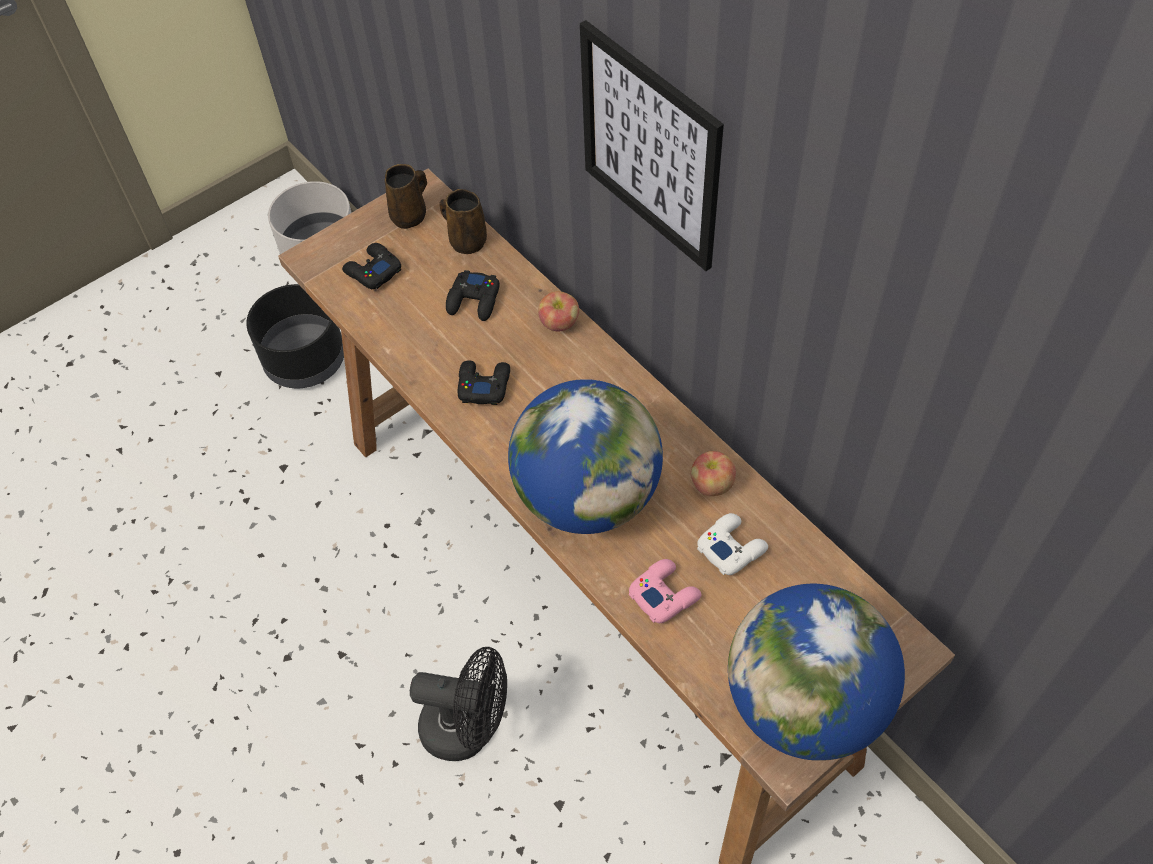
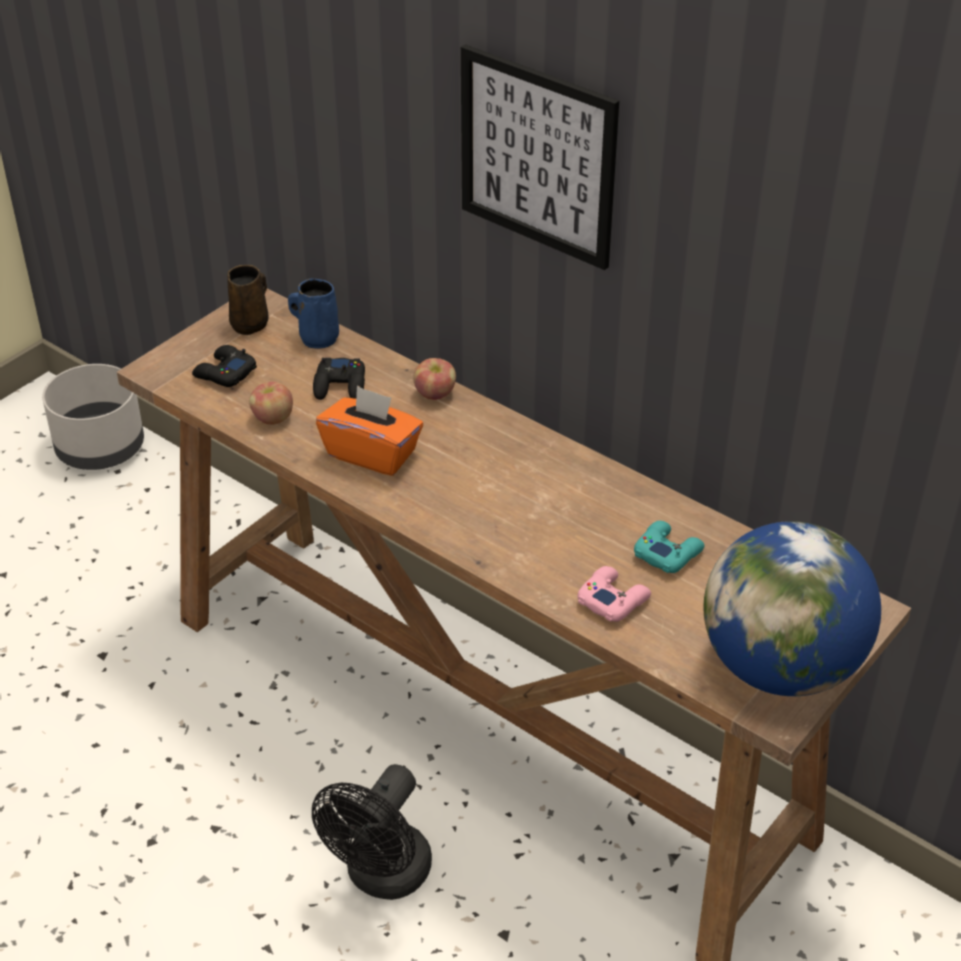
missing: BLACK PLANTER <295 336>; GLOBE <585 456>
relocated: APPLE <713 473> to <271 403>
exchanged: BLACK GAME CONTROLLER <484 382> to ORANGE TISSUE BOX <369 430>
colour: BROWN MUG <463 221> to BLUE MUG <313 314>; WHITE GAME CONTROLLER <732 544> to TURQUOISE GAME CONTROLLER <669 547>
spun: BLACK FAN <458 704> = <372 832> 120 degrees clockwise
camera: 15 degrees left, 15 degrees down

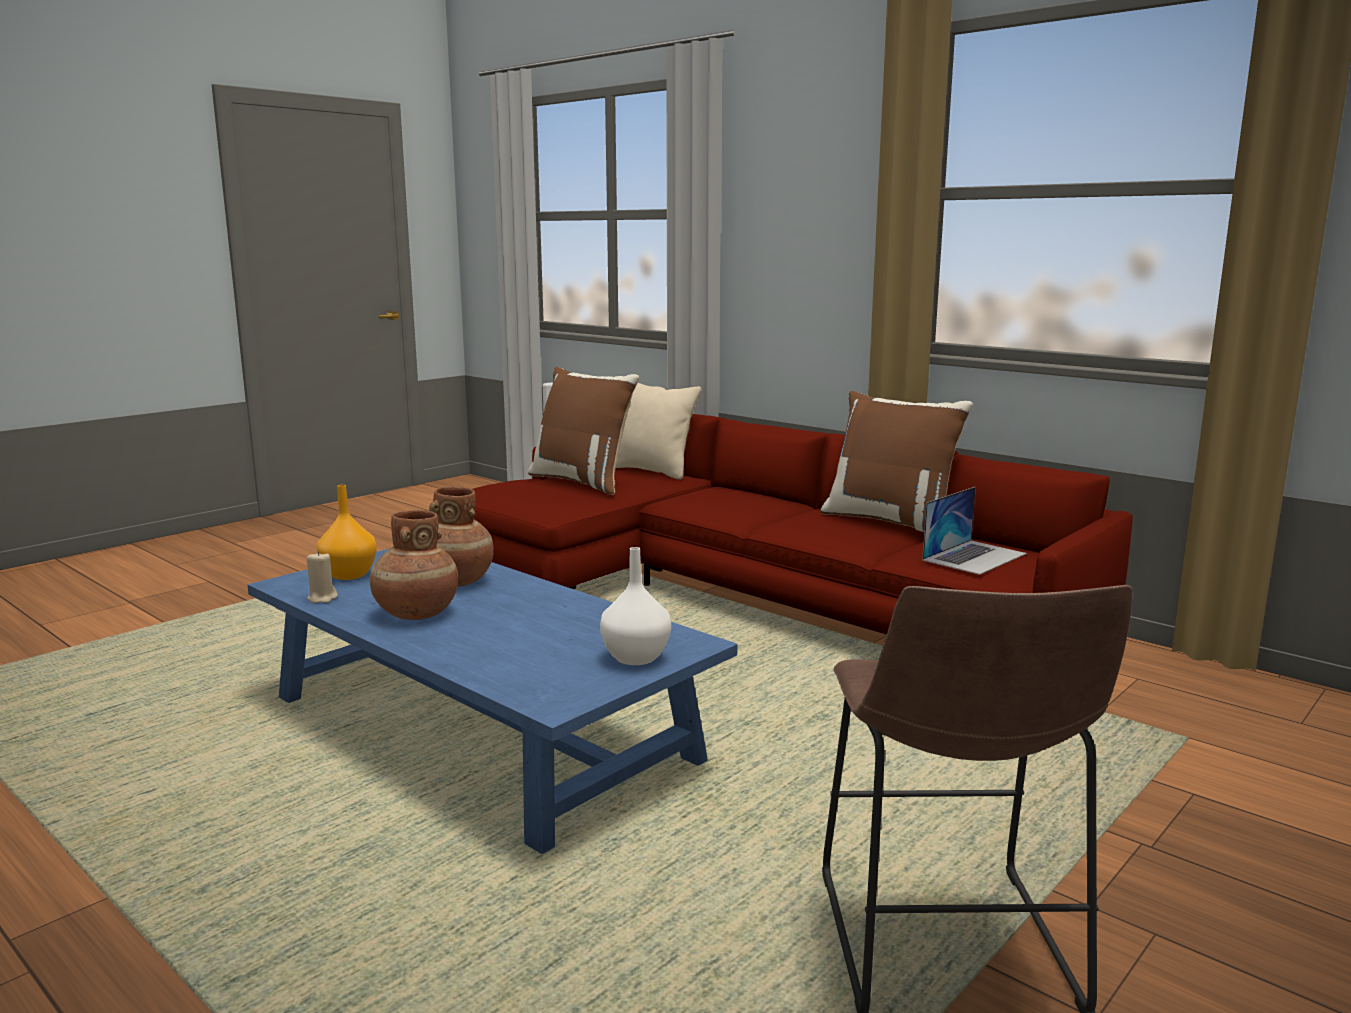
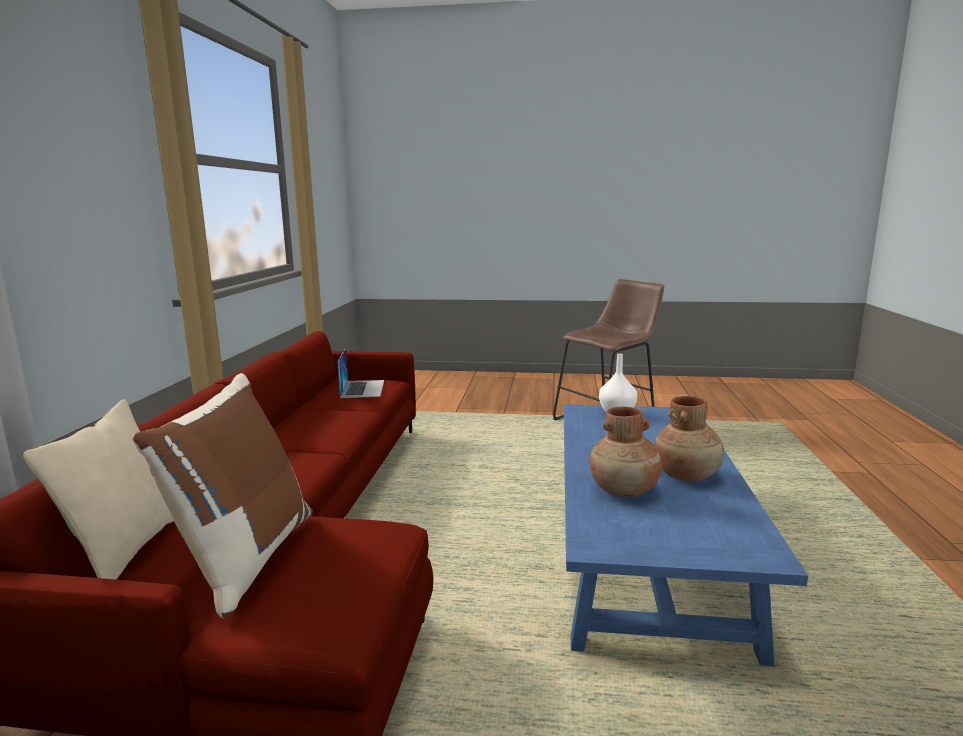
missing: BEIGE CANDLE <322 577>; ORANGE VASE <347 532>; BROWN PILLOW <896 461>
spun: LAPTOP <974 531> = <361 373> 75 degrees clockwise
camera: 125 degrees left, 0 degrees up

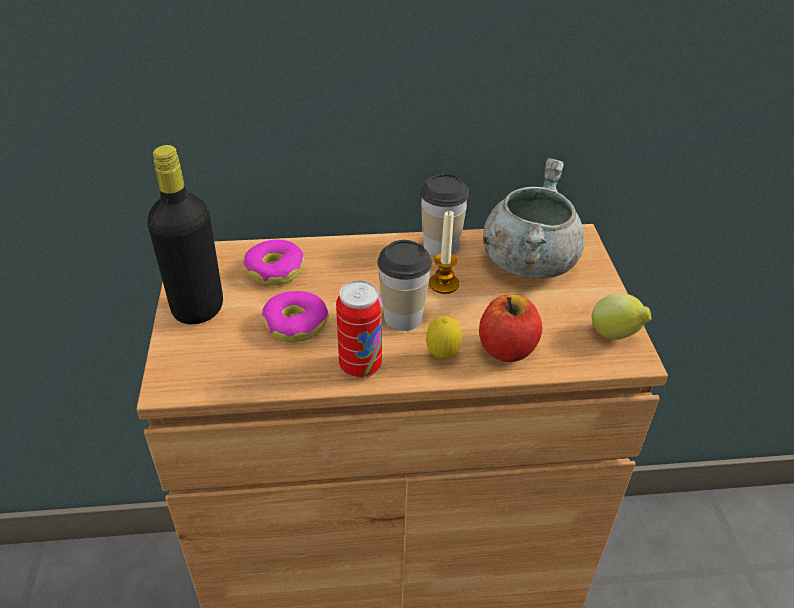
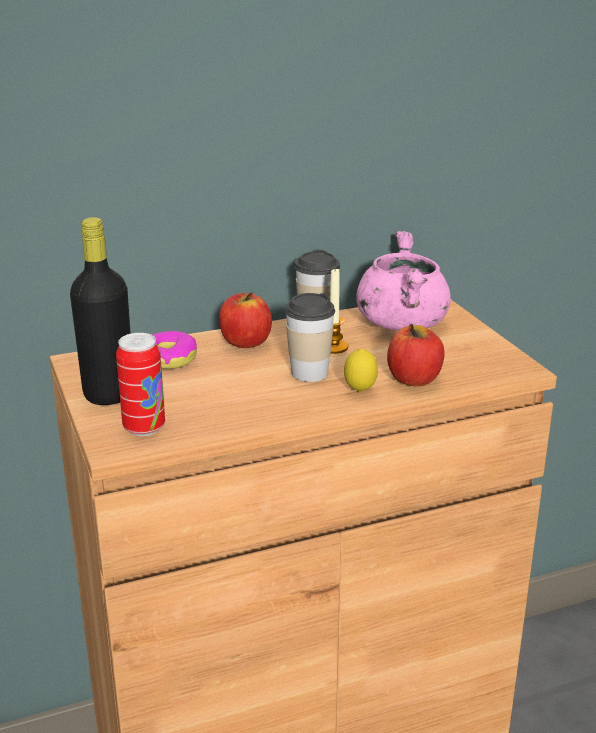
missing: DONUT <295 316>; LEMON <621 316>
appeared: APPLE <245 320>
relocated: CAN <359 329> to <140 384>
colour: GREY COOKING POT <534 218> to PINK COOKING POT <403 280>
camera: 15 degrees left, 15 degrees down

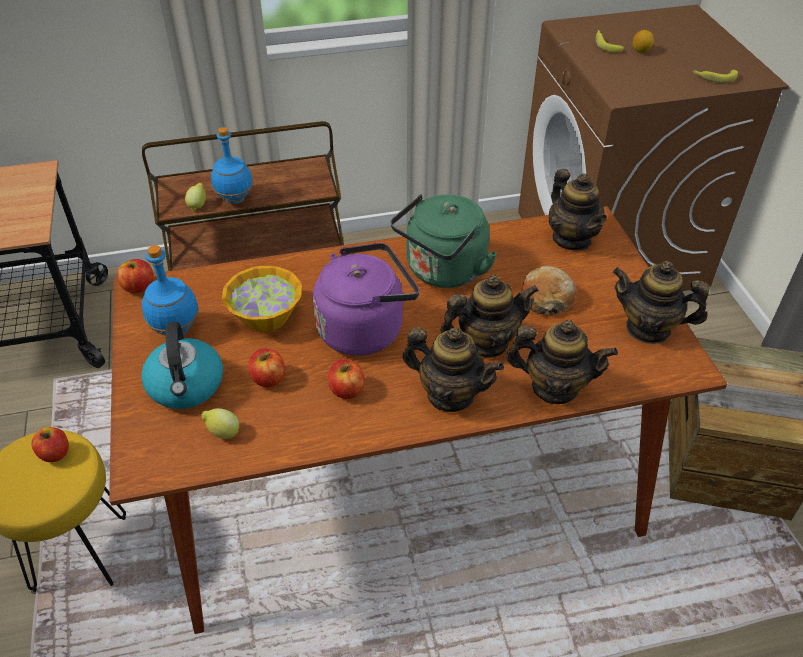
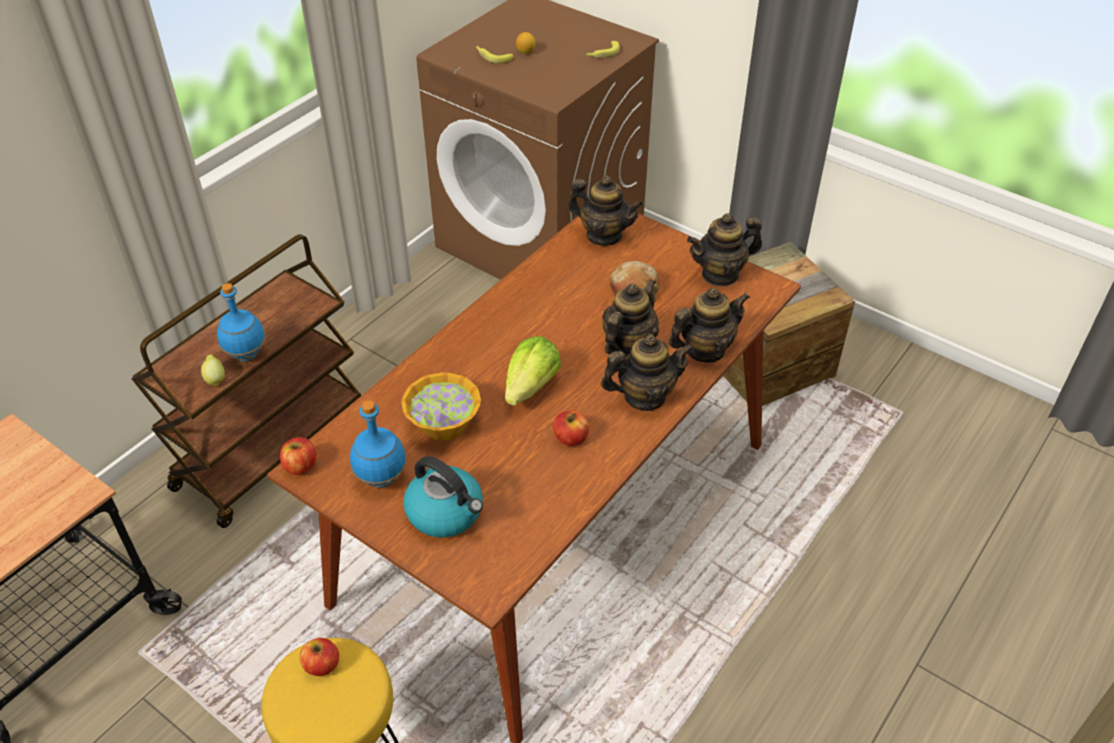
missing: LEMON <220 423>; APPLE <266 367>; GREEN KETTLE <443 241>
exchanged: PURPLE KETTLE <366 299> to LETTUCE <533 371>
camera: 40 degrees left, 0 degrees up

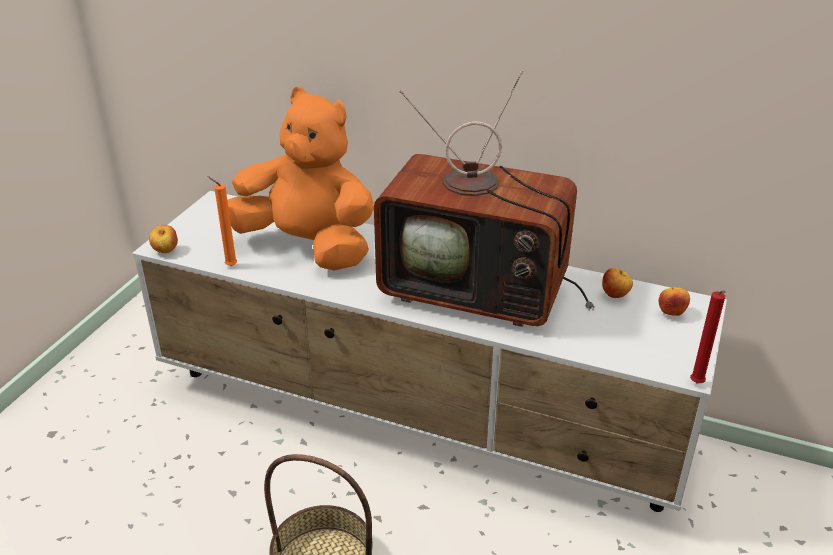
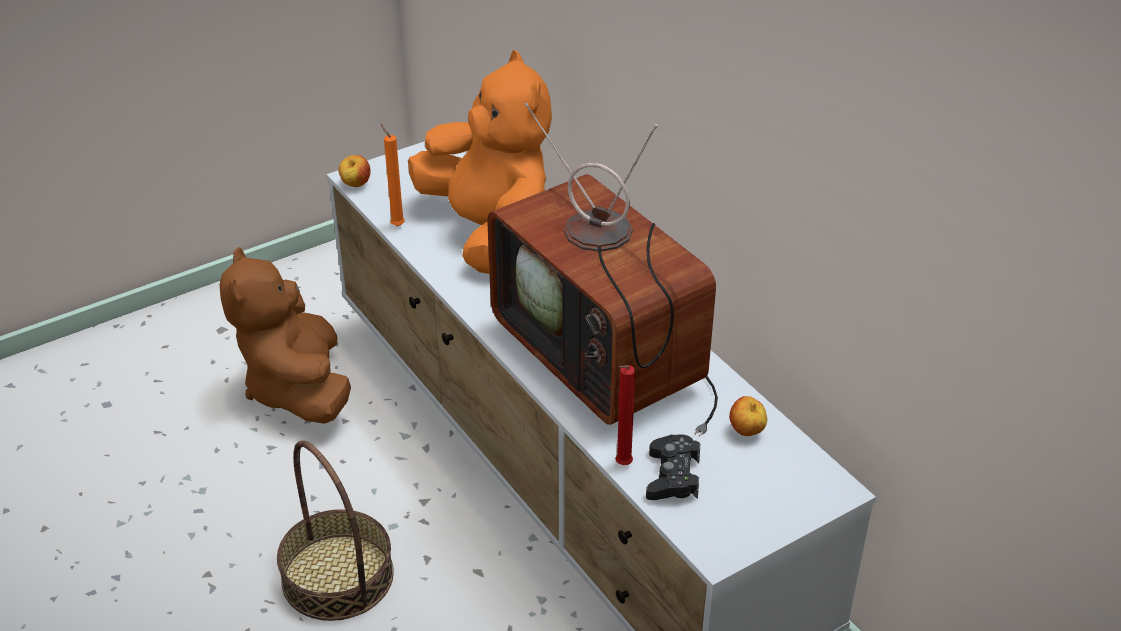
missing: APPLE <674 301>
appeared: BROWN PLUSH TOY <285 335>; BLACK GAME CONTROLLER <673 467>
relocated: RED CANDLE <708 336> to <625 415>
camera: 35 degrees right, 5 degrees up

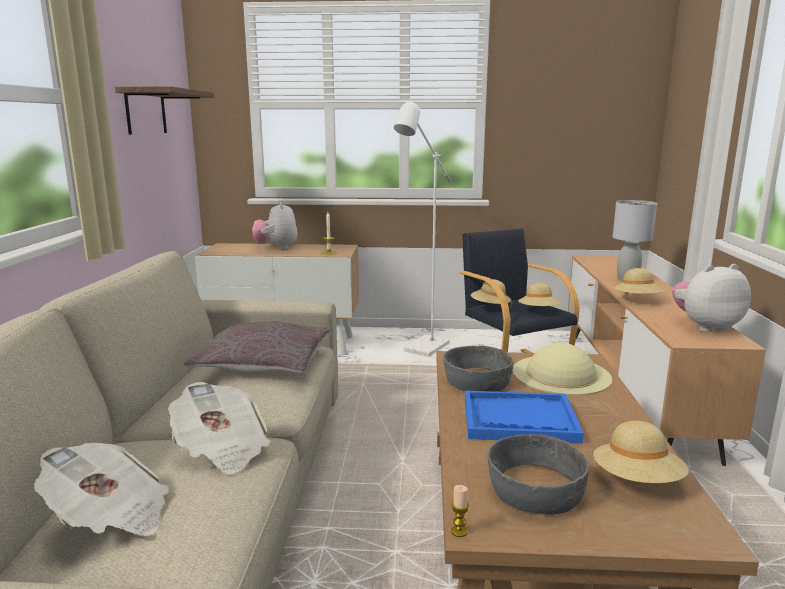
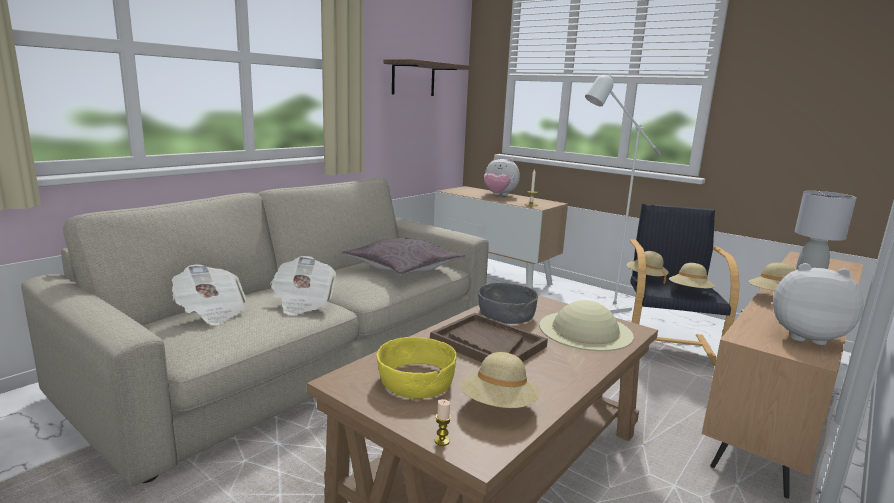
relocated: CANDLE <460 511> to <443 422>
colour: BLUE TRAY <524 417> to BROWN TRAY <489 337>; GREY BOWL <538 474> to YELLOW BOWL <416 368>
spun: PLUSH TOY <275 225> = <502 176> 90 degrees counterclockwise
camera: 35 degrees right, 0 degrees up

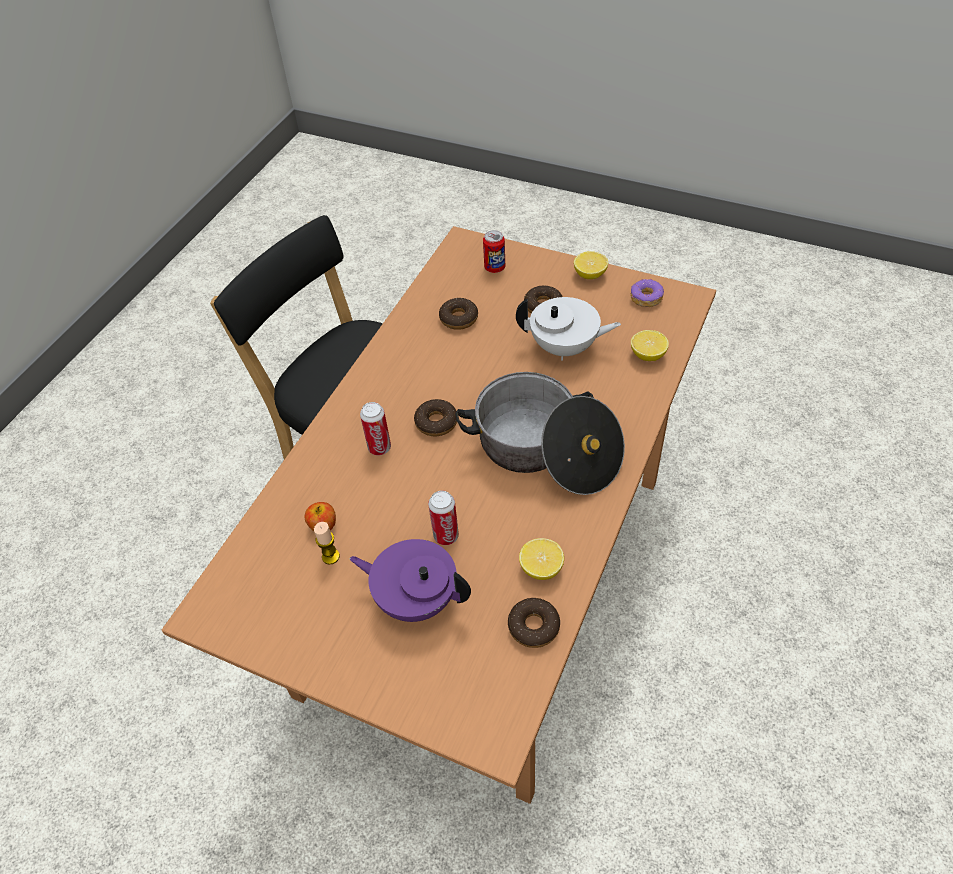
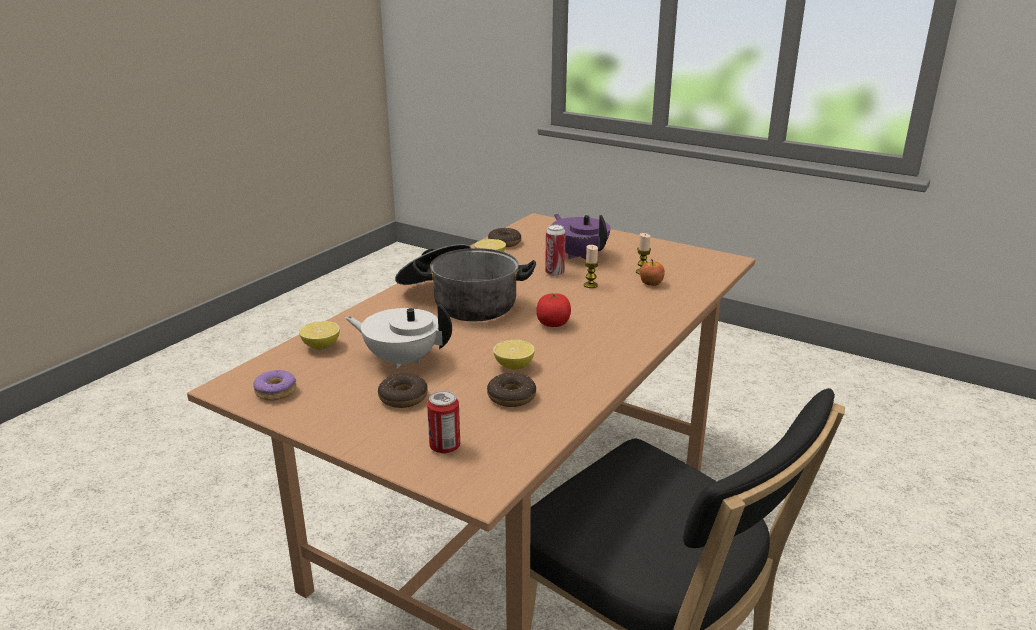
missing: CAN <375 428>
appeared: CANDLE <591 266>
relocated: LEMON <591 265> to <514 355>
exchanged: DONUT <435 417> to TOMATO <553 310>
spun: PURPLE TEAPOT <410 580> = <581 236> 150 degrees counterclockwise
camera: 175 degrees left, 25 degrees down

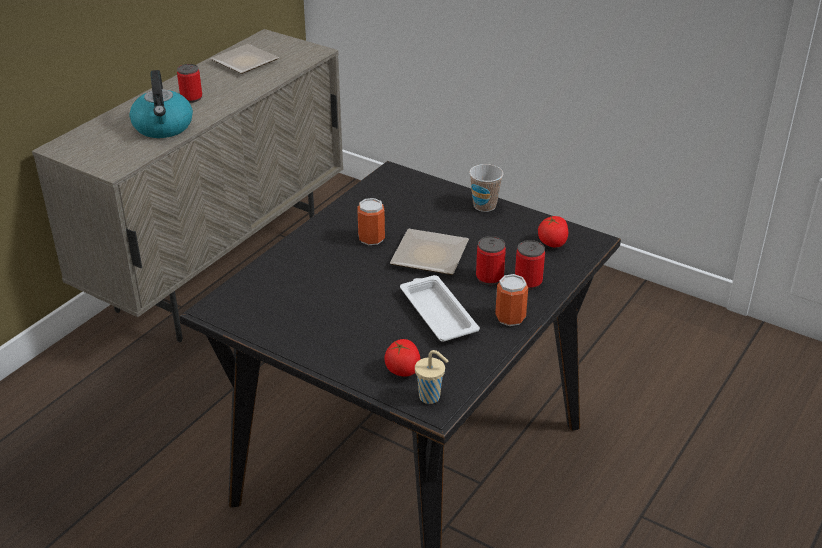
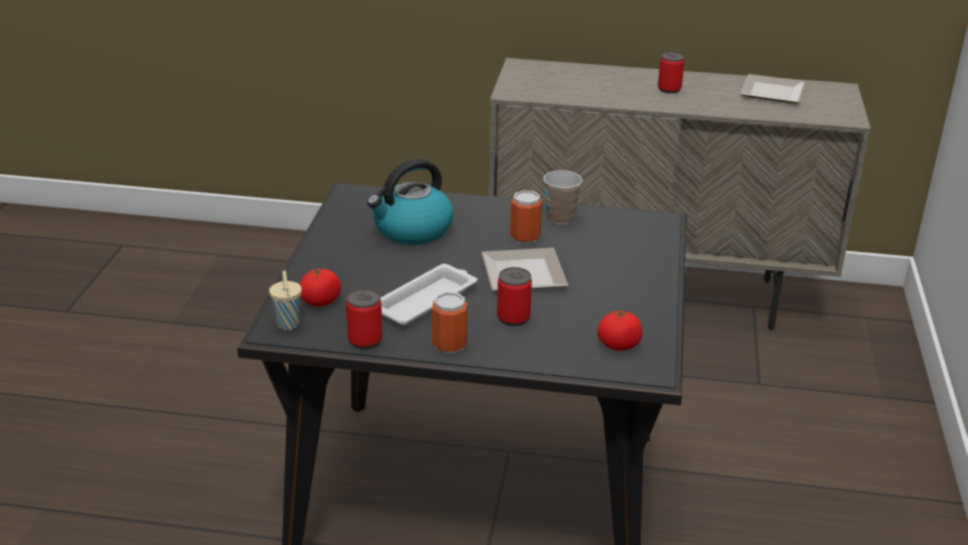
relocated: KETTLE <161 104> to <410 201>; CUP <486 188> to <562 197>; CAN <530 265> to <364 318>
camera: 65 degrees right, 5 degrees down

